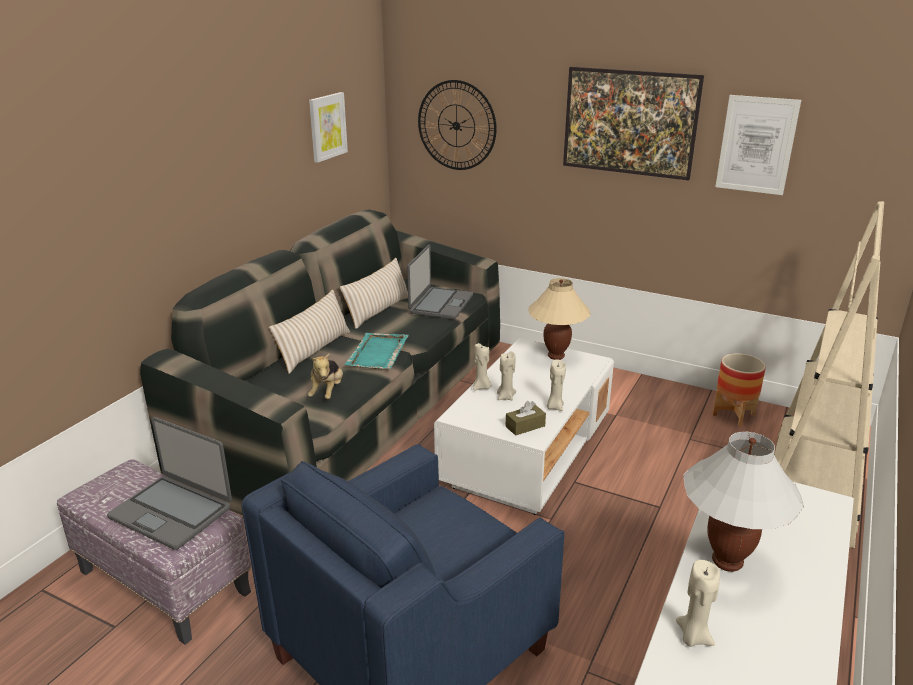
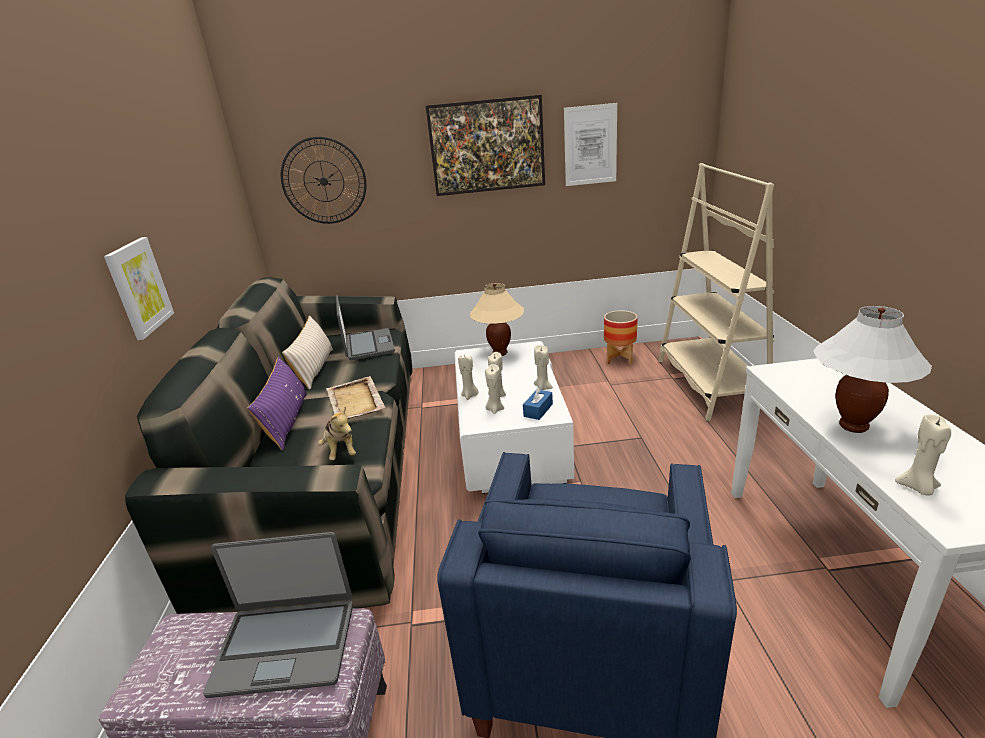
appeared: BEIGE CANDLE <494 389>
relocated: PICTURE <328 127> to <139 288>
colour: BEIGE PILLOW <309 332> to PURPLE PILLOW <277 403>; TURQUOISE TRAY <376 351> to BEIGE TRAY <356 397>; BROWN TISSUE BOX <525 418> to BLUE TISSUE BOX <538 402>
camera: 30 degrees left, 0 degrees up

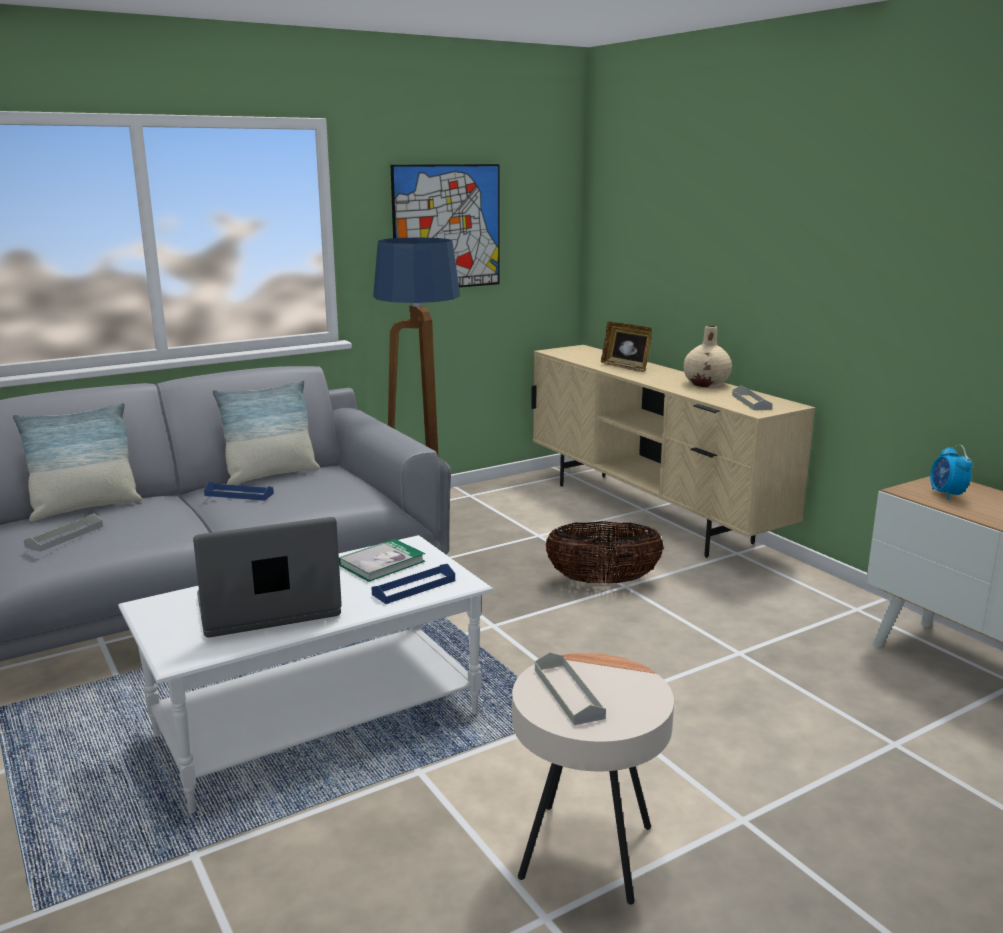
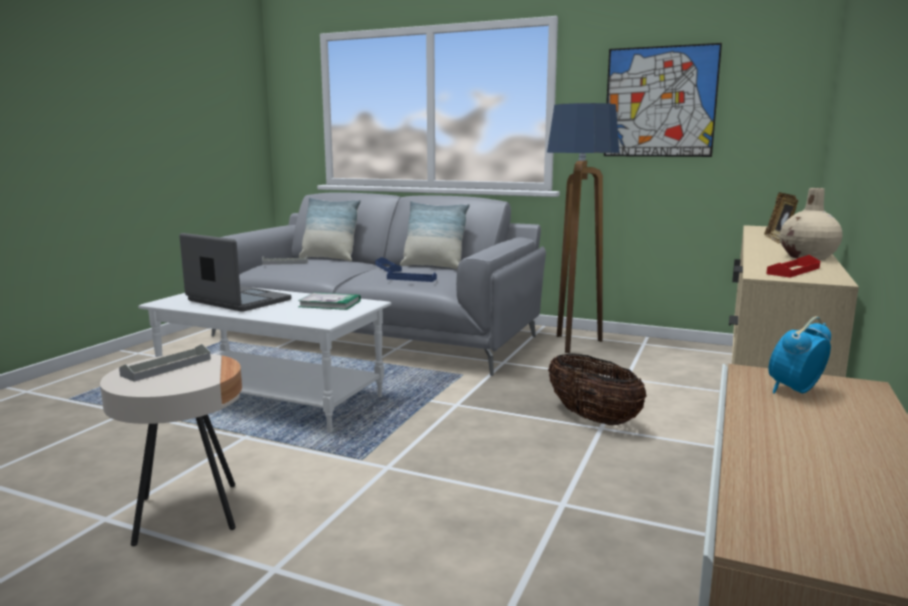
relocated: BLUE TRAY <413 584> to <412 276>
colour: GREY TRAY <752 397> to RED TRAY <793 266>
camera: 55 degrees right, 5 degrees down

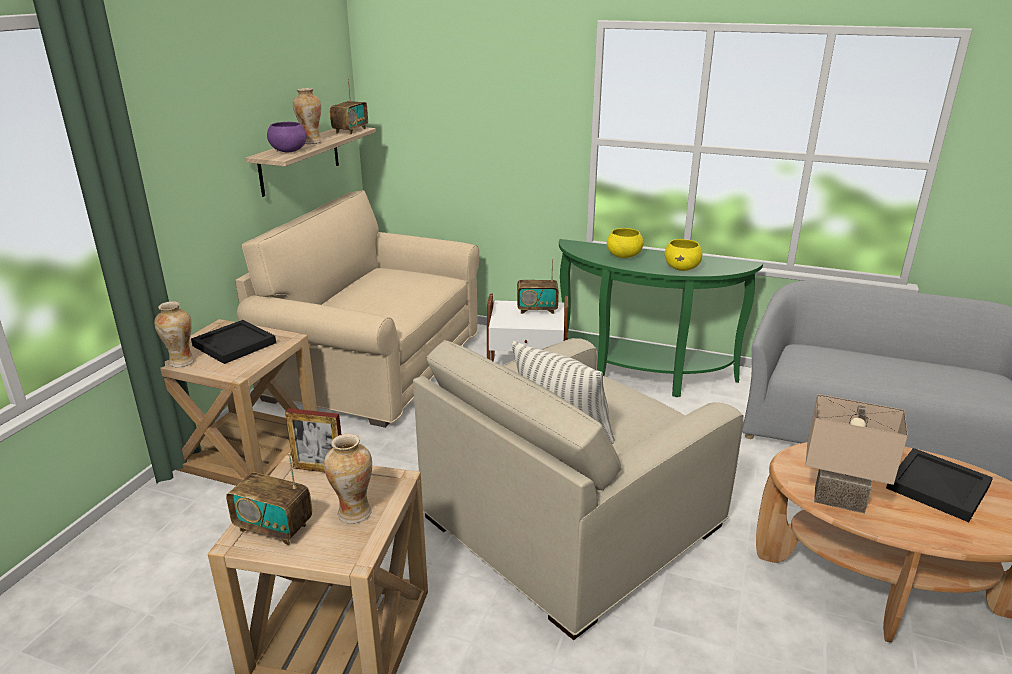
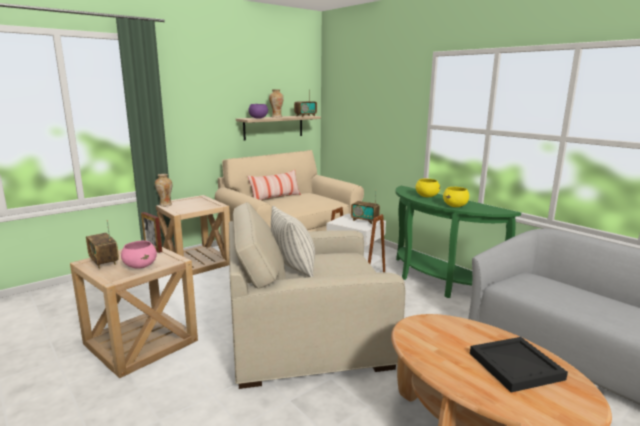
missing: BLACK TRAY <233 342>; BEIGE TABLE LAMP <856 454>
appeared: PILLOW <274 185>
exchanged: VASE <348 479> to PINK BOWL <139 254>
camera: 30 degrees right, 10 degrees down

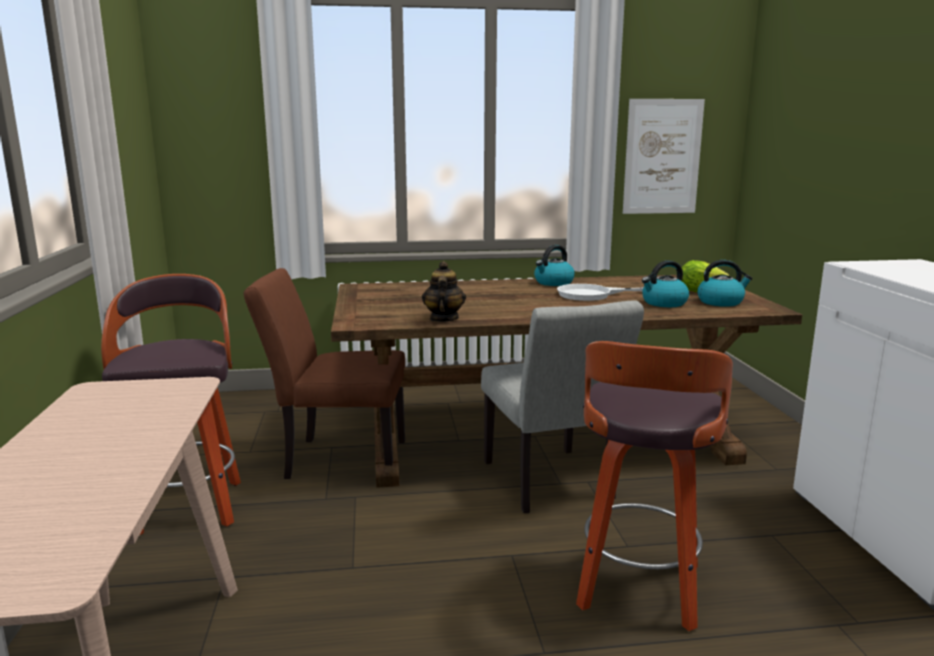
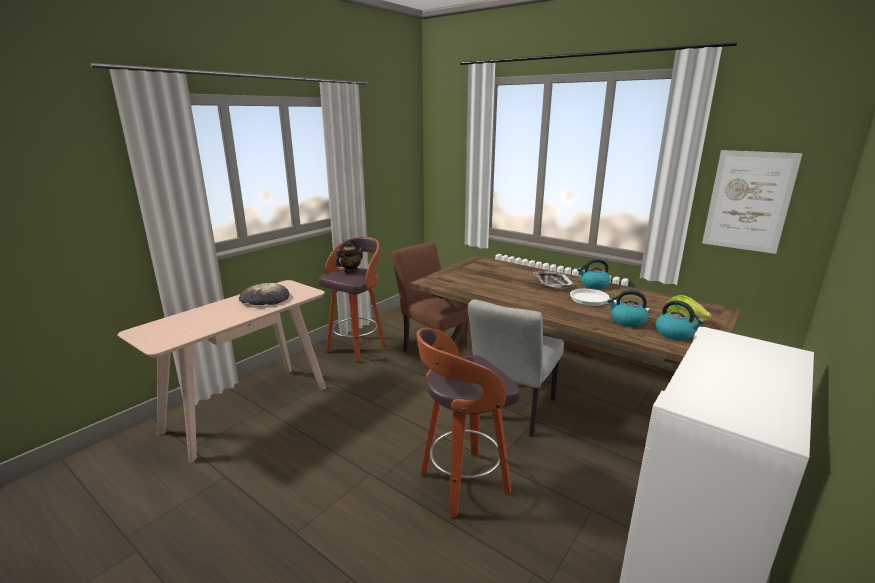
appeared: BREAD <264 294>; TRAY <553 279>
relocated: TEAPOT <444 291> to <349 257>
camera: 45 degrees right, 5 degrees up

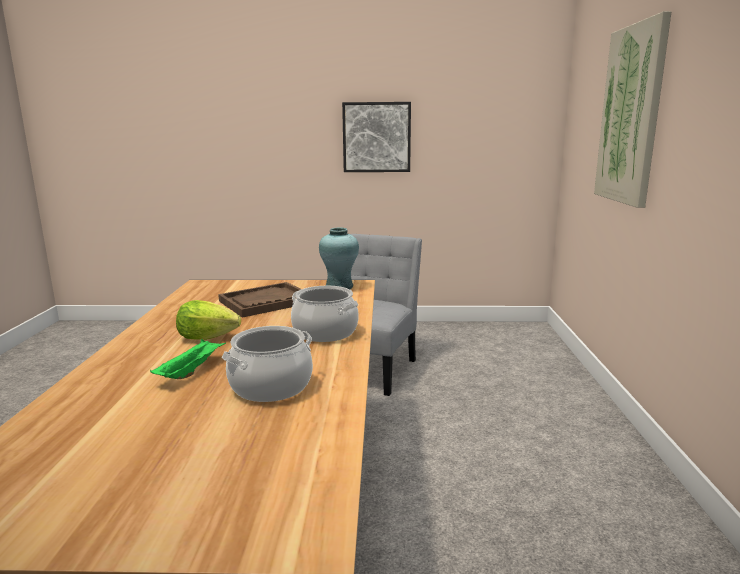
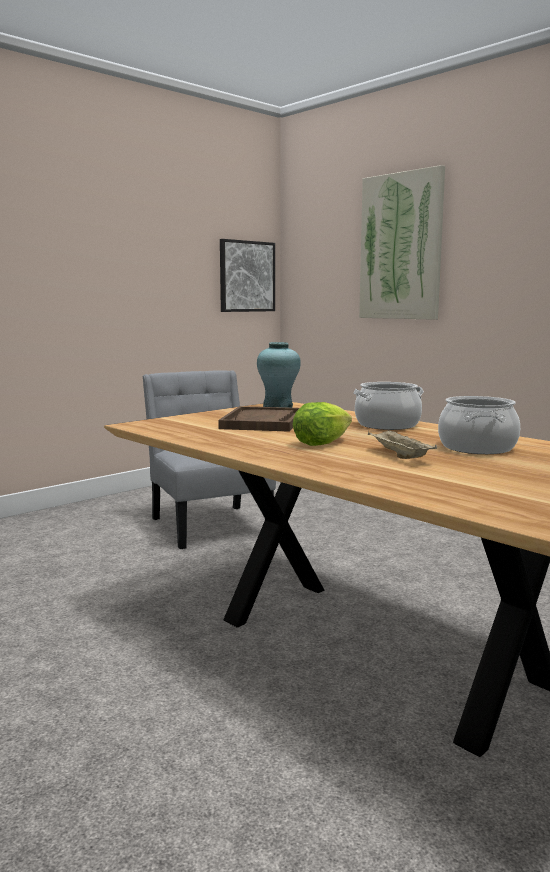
relocated: PICTURE <376 137> to <247 275>
colour: GREEN TRAY <188 359> to BEIGE TRAY <402 444>
camera: 45 degrees left, 5 degrees down

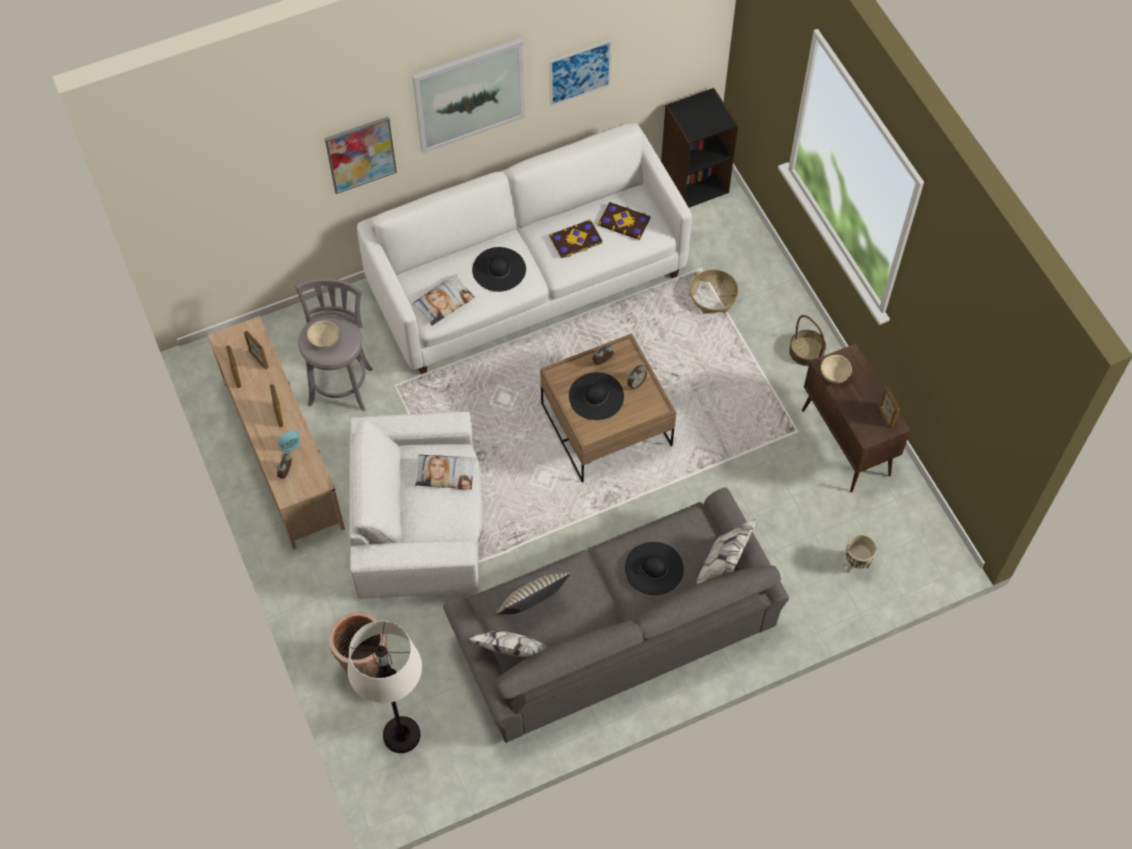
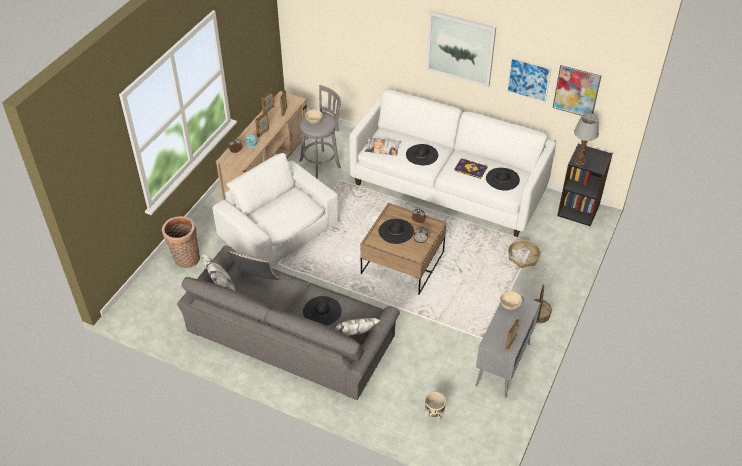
missing: WHITE FLOOR LAMP <384 687>; PILLOW <446 472>
appeared: TABLE LAMP <586 139>
relocated: PICTURE <361 155> to <577 90>
exchanged: BOOK <624 221> to BLACK HAT <503 179>
colour: BROWN CABINET <856 417> to GREY CABINET <507 344>
camera: 50 degrees right, 15 degrees down

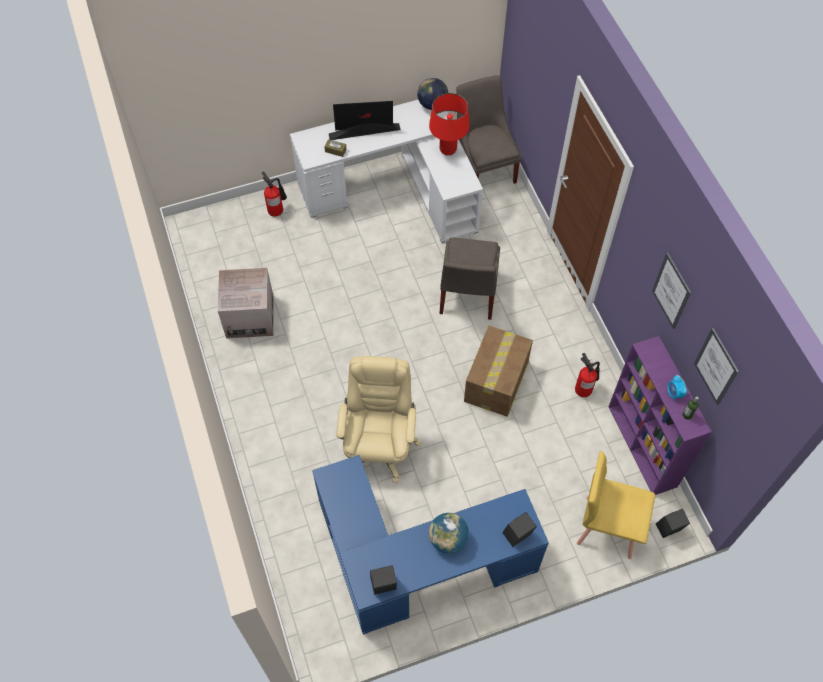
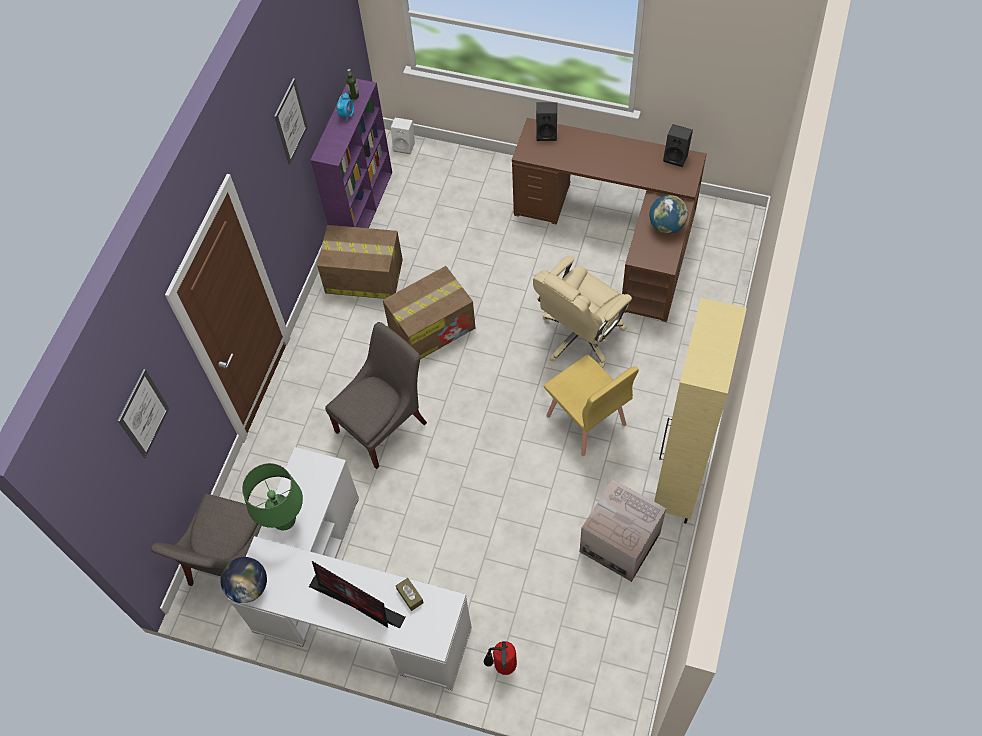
appeared: BEIGE CABINET <700 410>
relocated: GLOBE <449 533> to <668 214>; YELLOW CHAIR <616 505> to <591 405>; PICTURE <716 366> to <143 413>
exchanged: FIRE EXTINGUISHER <587 375> to CARDBOARD BOX <360 262>
colour: BLUE DESK <430 545> to BROWN DESK <609 220>; RED TABLE LAMP <449 124> to GREEN TABLE LAMP <272 496>; BLACK SPEAKER <673 523> to WHITE SPEAKER <403 135>
camera: 140 degrees left, 0 degrees up

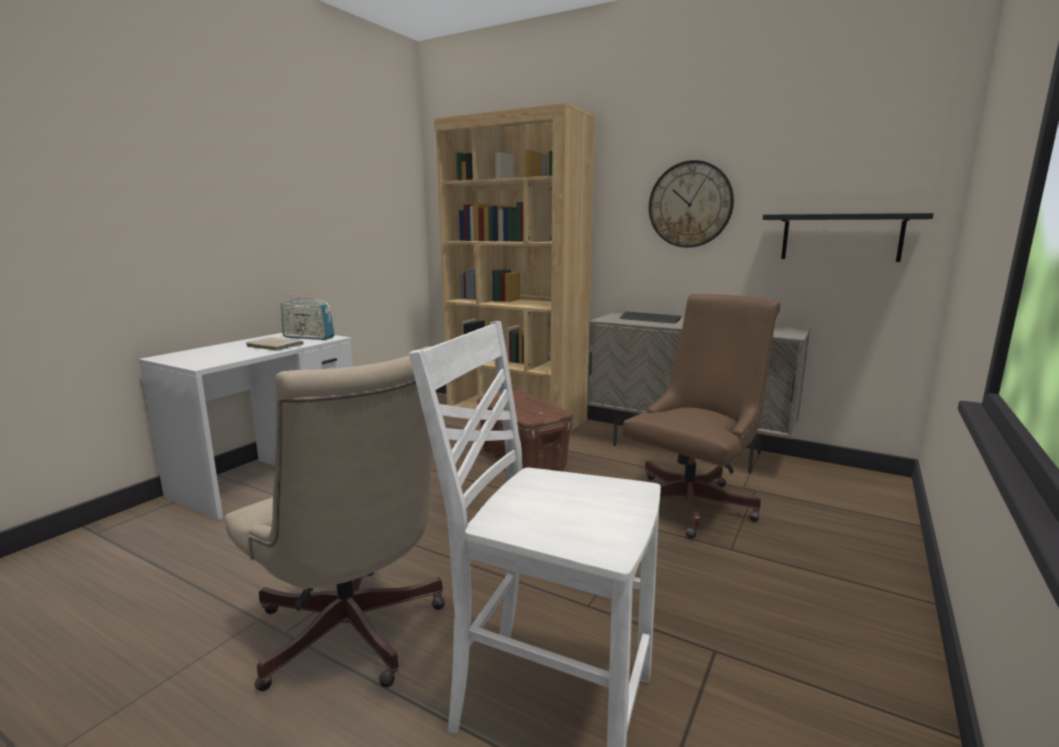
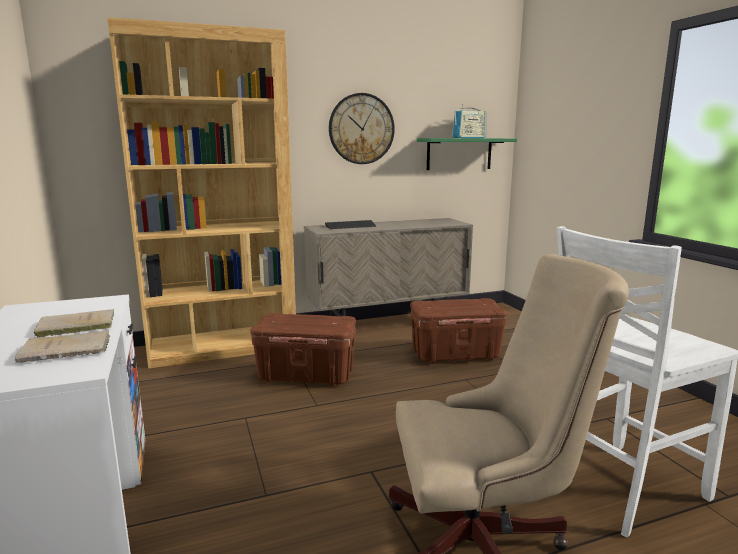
appeared: BEIGE BOOK <62 346>
relocated: RADIO <308 316> to <469 121>
exchanged: BROWN OFFICE CHAIR <701 416> to BROWN STORAGE BOX <458 330>
colour: BLACK SHELF <848 237> to GREEN SHELF <467 154>
camera: 50 degrees left, 0 degrees up

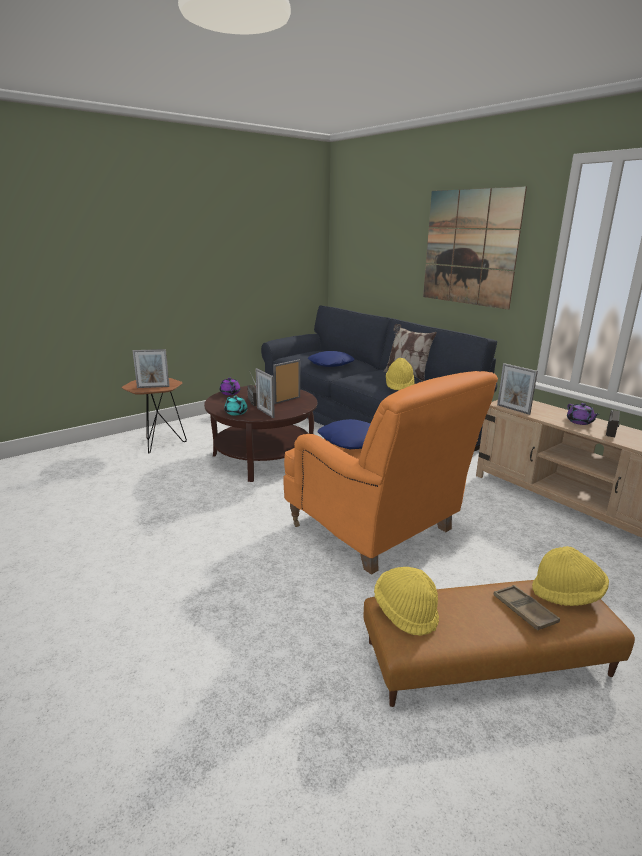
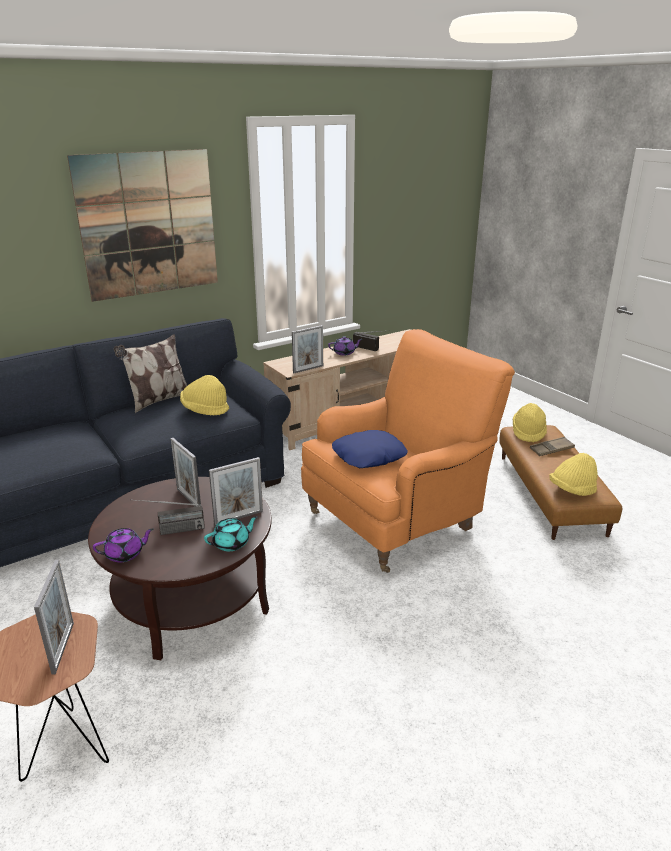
missing: BLUE PILLOW <331 359>
camera: 85 degrees left, 5 degrees up

